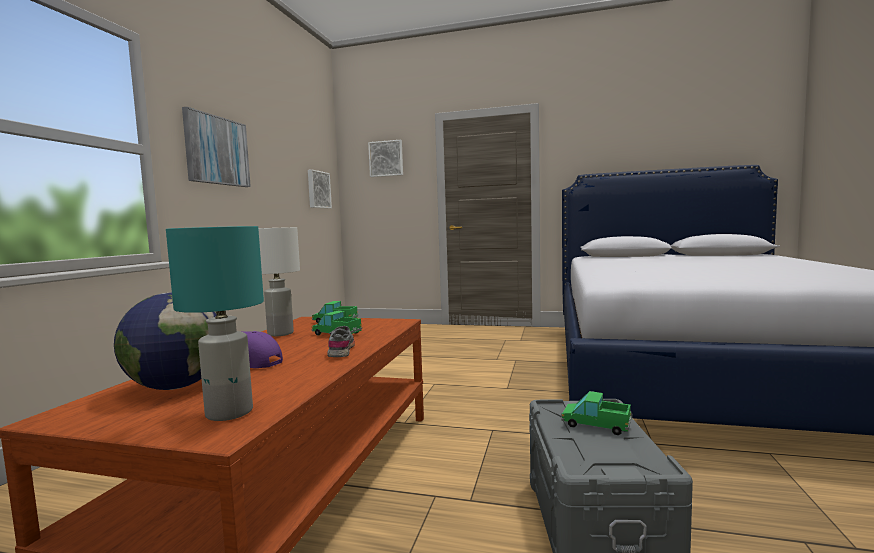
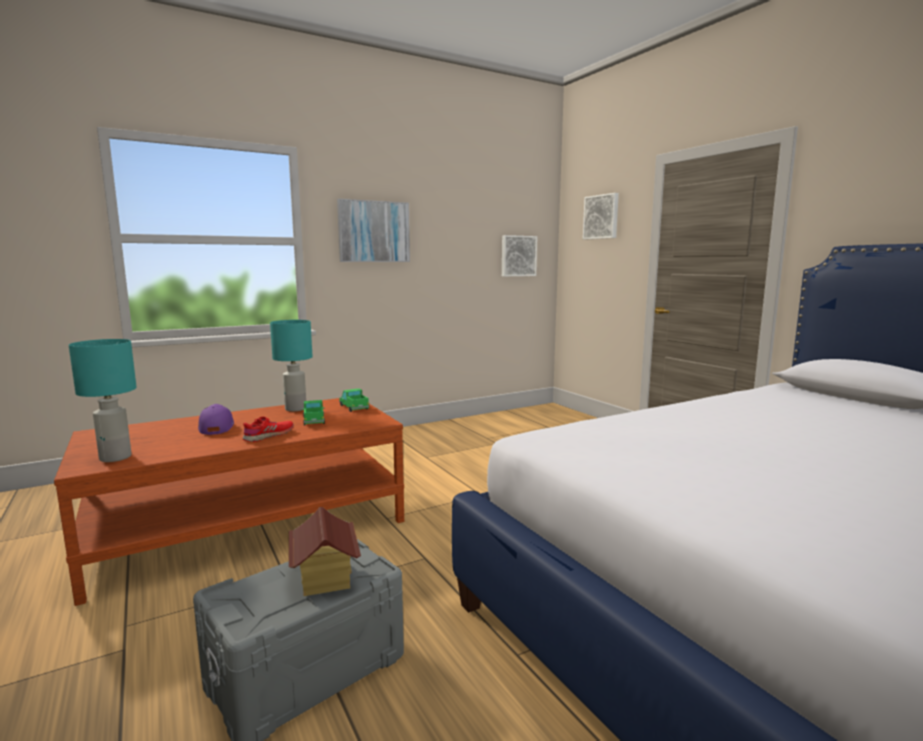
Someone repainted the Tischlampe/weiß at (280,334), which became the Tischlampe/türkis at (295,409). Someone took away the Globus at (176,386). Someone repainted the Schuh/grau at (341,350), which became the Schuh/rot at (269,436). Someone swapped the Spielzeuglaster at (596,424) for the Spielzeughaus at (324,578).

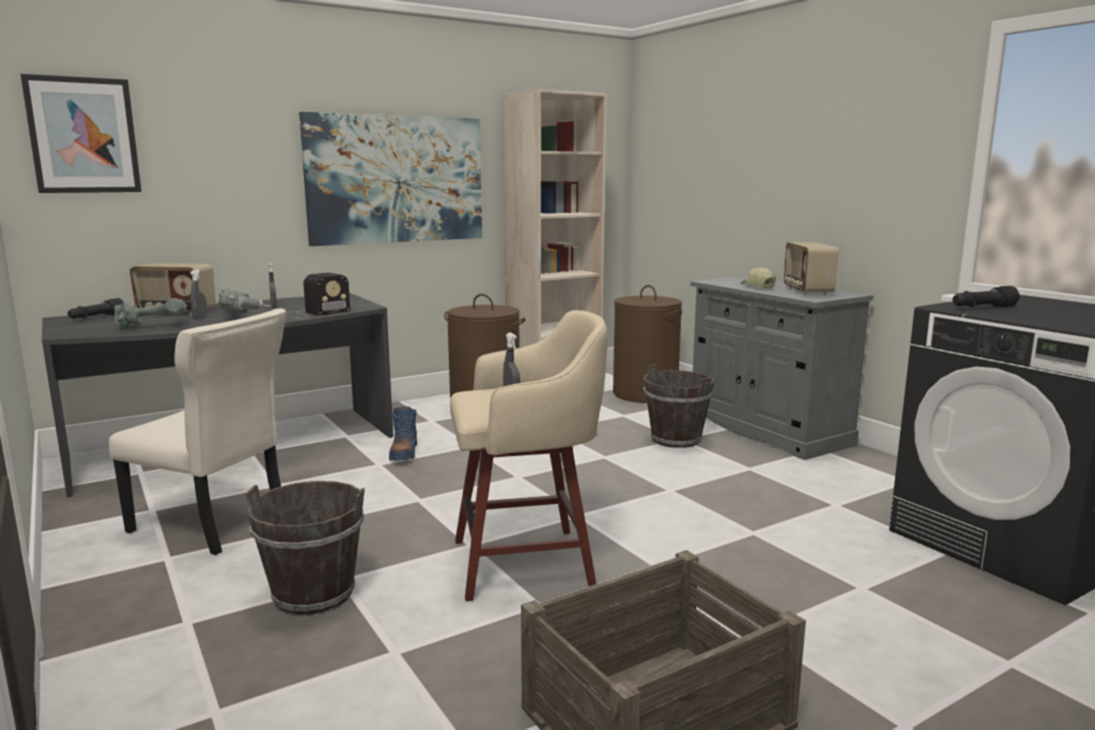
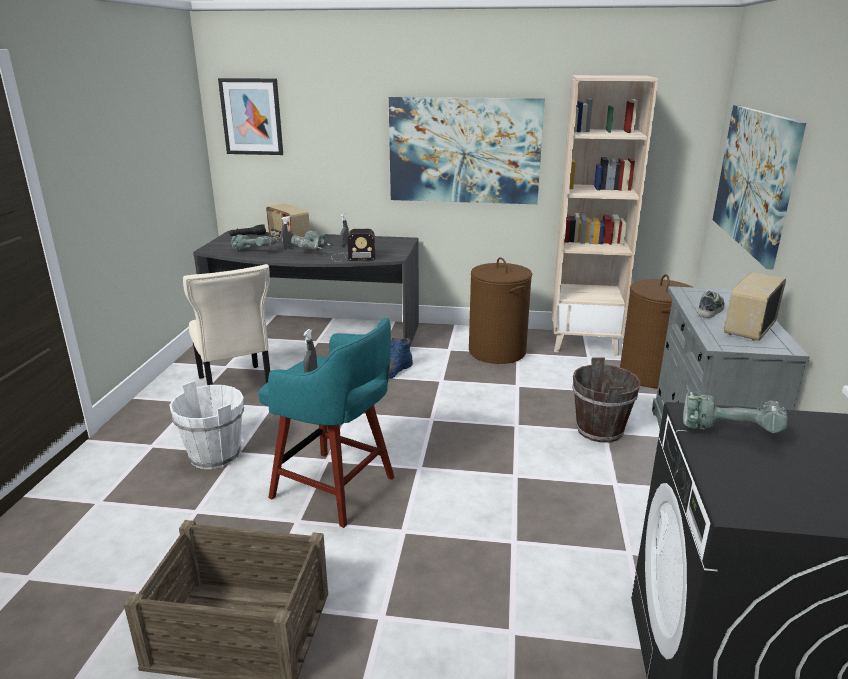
Someone swapped the Kappe at (757,287) for the Schuh at (710,310). Someone swapped the Taschenlampe/schwarz at (982,308) for the Bohrmaschine at (729,428). Someone repainted the Hocker/beige at (528,563), which became the Hocker/türkis at (336,489). Someone repainted the Eimer/braun at (314,594), which became the Eimer/weiß at (215,455). Someone put up the Bild at (754,179).

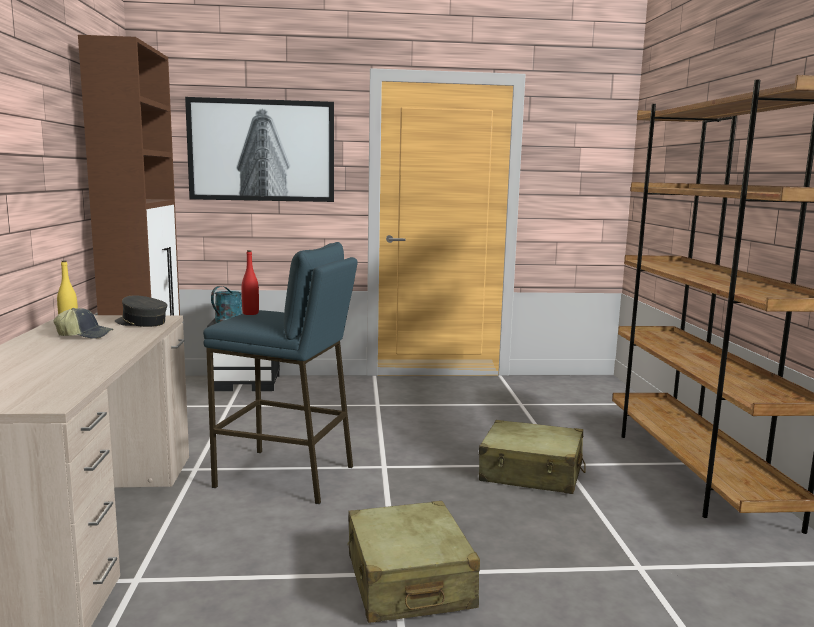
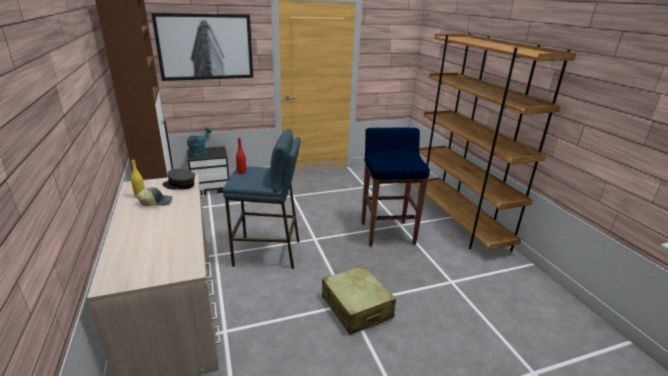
Someone swapped the Koffer/beige at (531,473) for the Hocker/blau at (387,233).

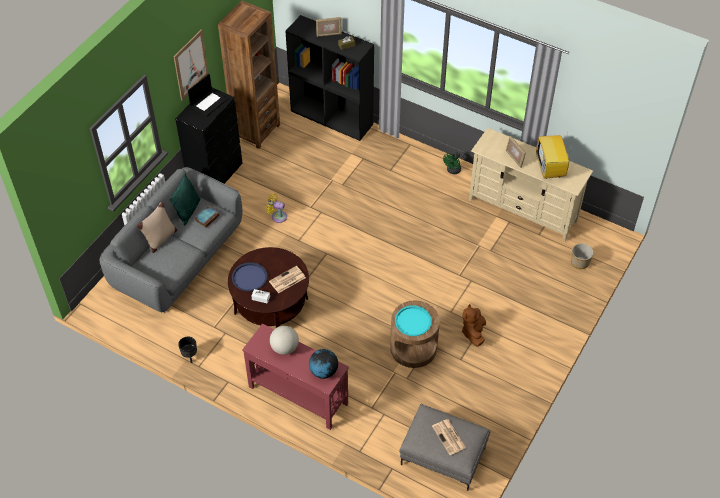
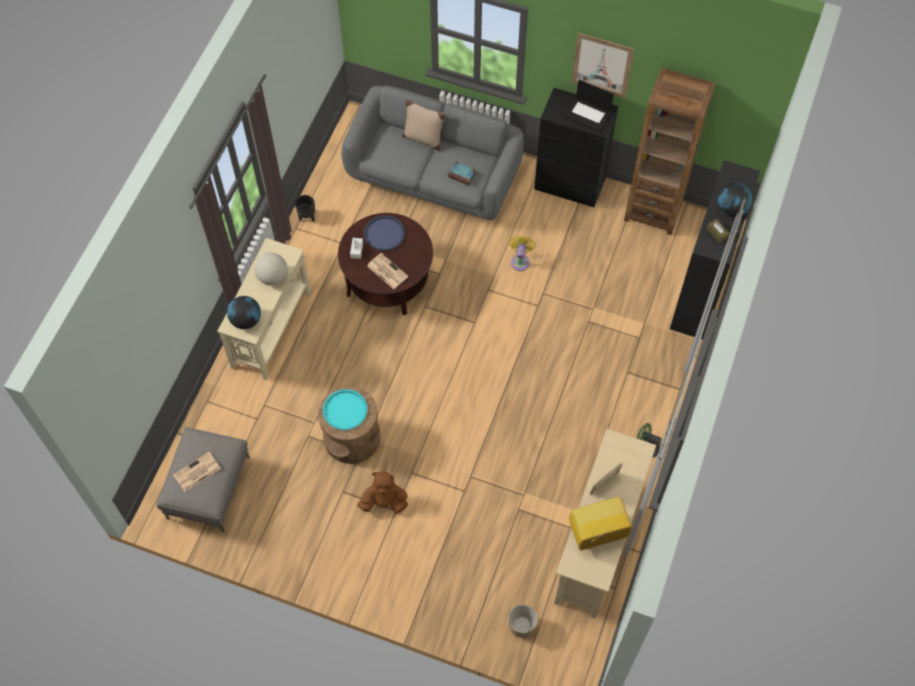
Someone swapped the Bilderrahmen at (329,34) for the Globus at (731,209). Someone took away the Kissen/grün at (188,211). Someone repainted the Konsolentisch/rot at (298,394), which became the Konsolentisch/beige at (272,328).

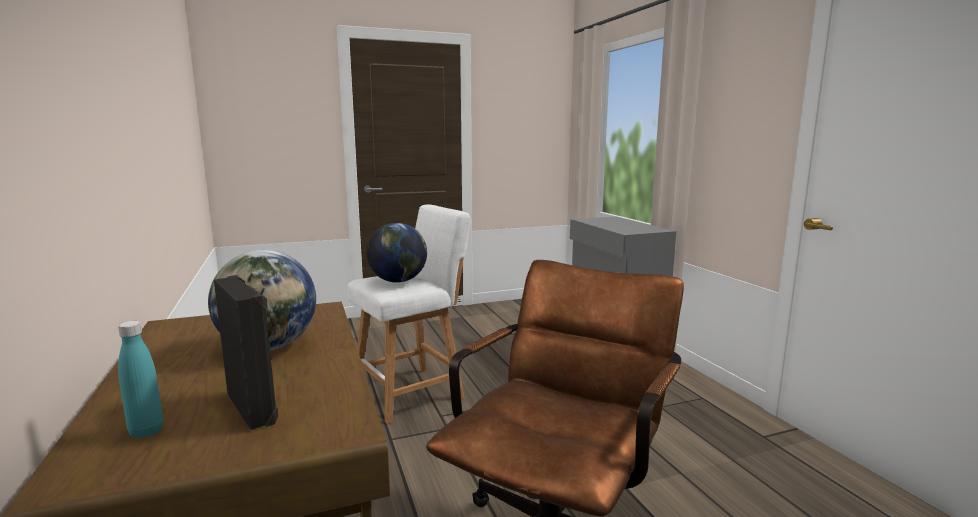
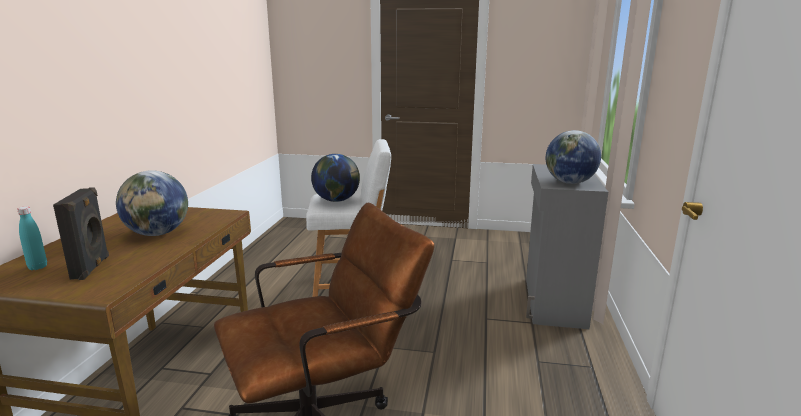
Someone put down the Globus at (569,182).

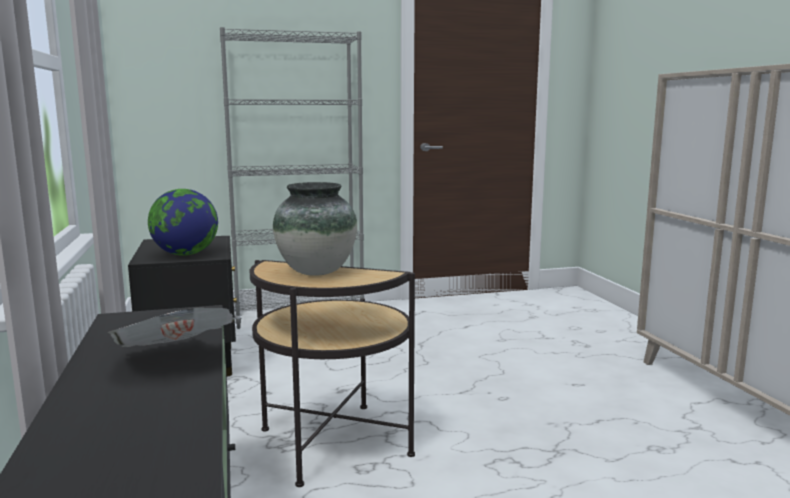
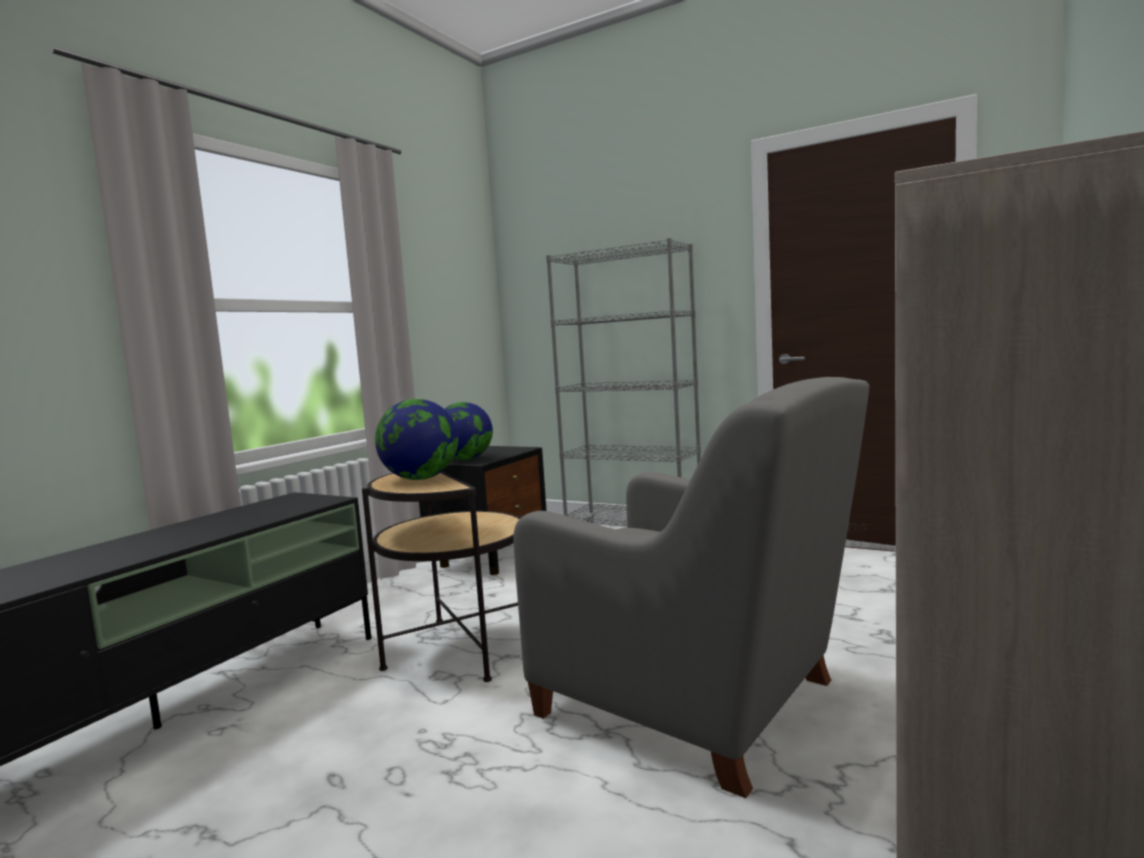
Someone swapped the Vase at (317,272) for the Globus at (420,479). Someone took away the Zeitung at (176,360). Someone put down the Sessel/grau at (697,702).

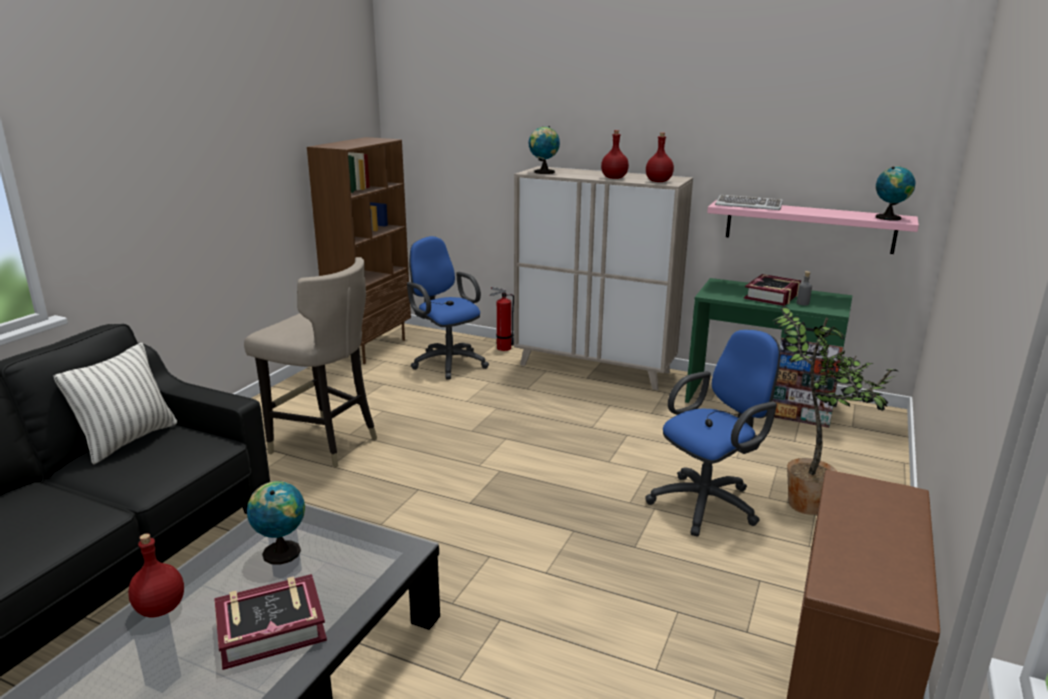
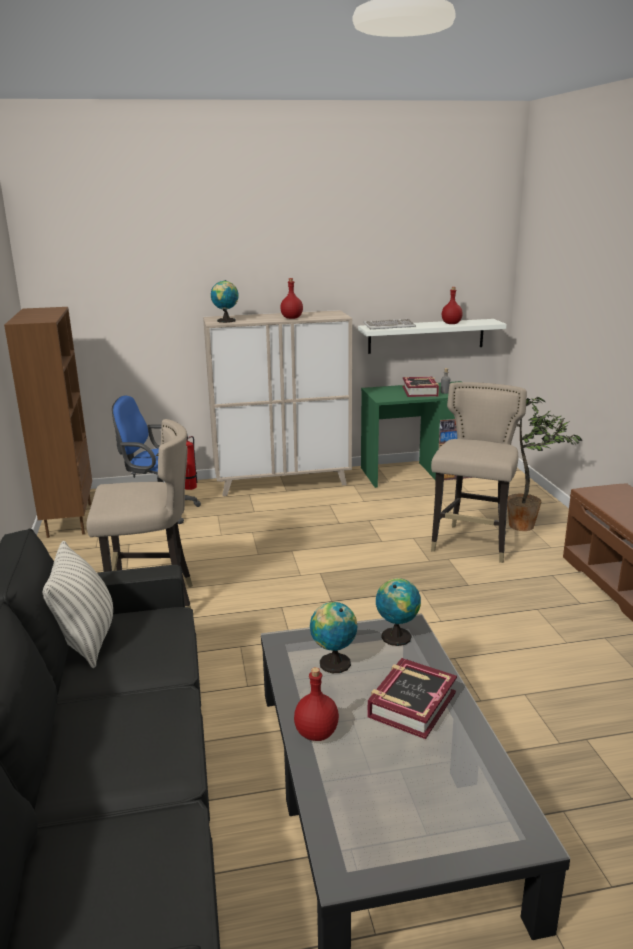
Someone carried the Flasche/rot from (659,181) to (451,323). Someone carried the Globus from (889,217) to (397,636). Someone repainted the Wandregal/rosa at (809,226), which became the Wandregal/weiß at (426,336). Someone swapped the Bürostuhl/blau at (709,503) for the Hocker/beige at (472,544).

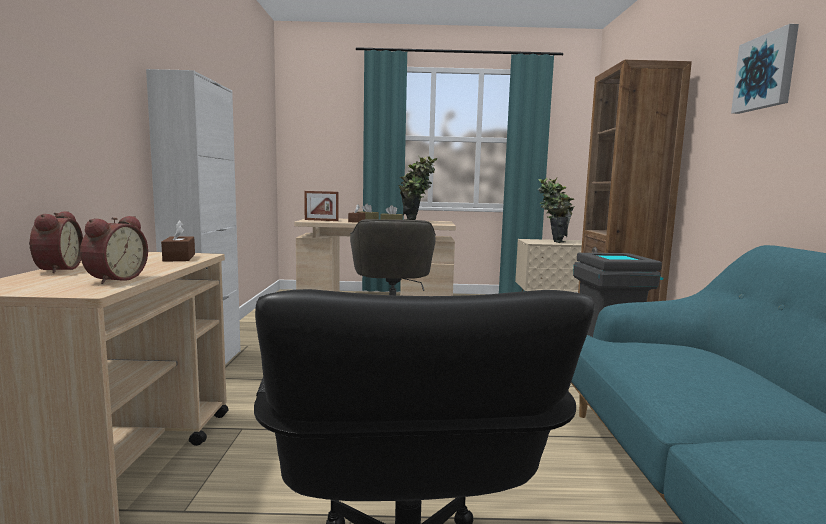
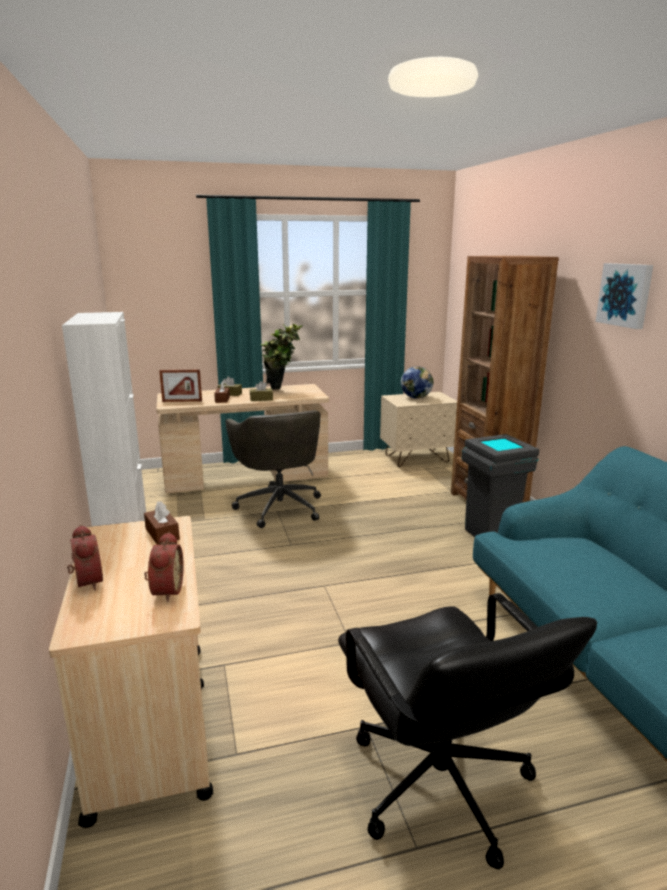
Someone swapped the Topfpflanze at (552,241) for the Globus at (416,398).

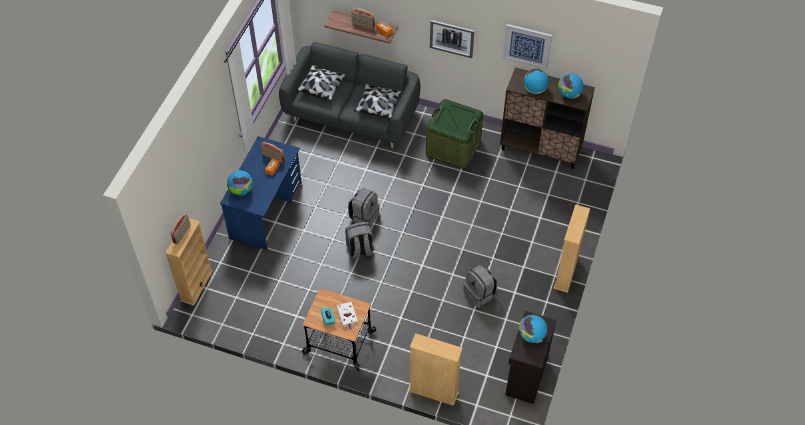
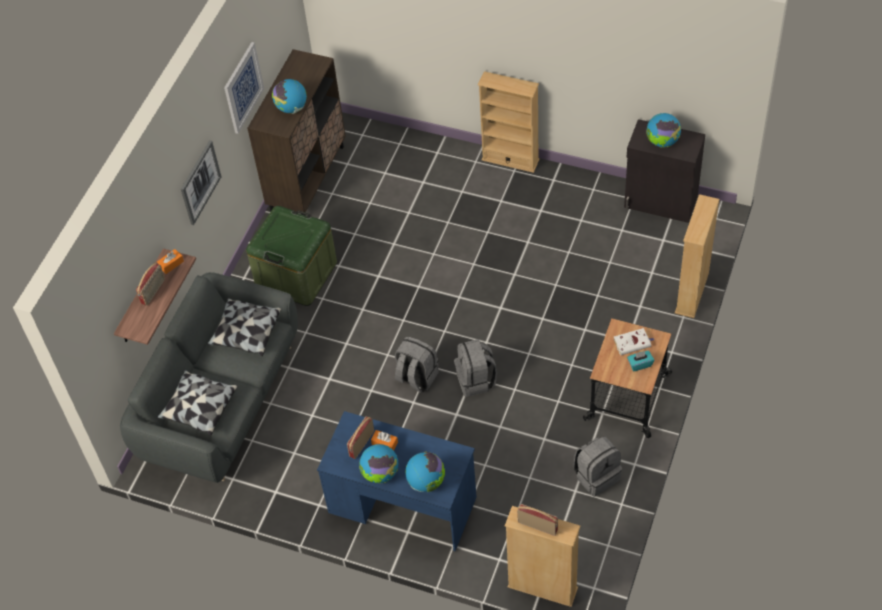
Someone carried the Globus from (569,94) to (380,473). Someone carried the Rucksack/grau from (480,294) to (596,476).

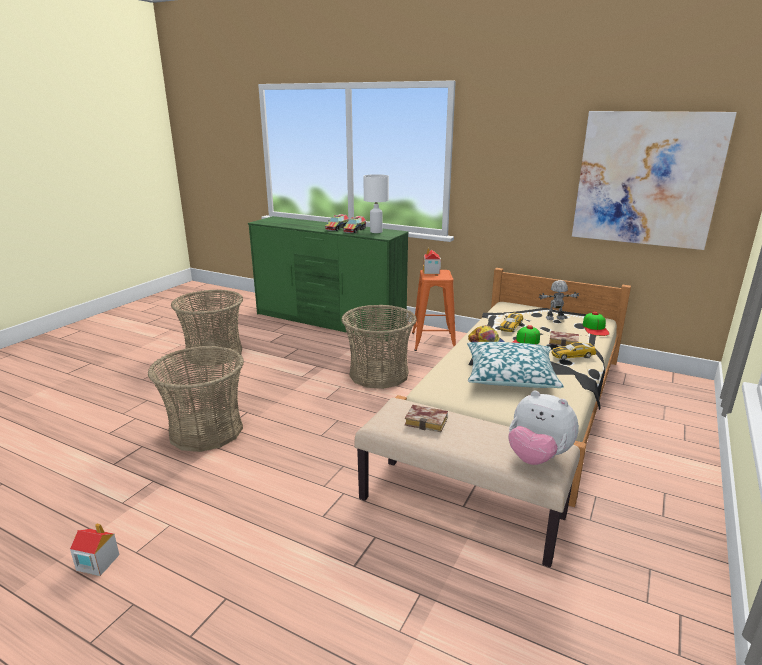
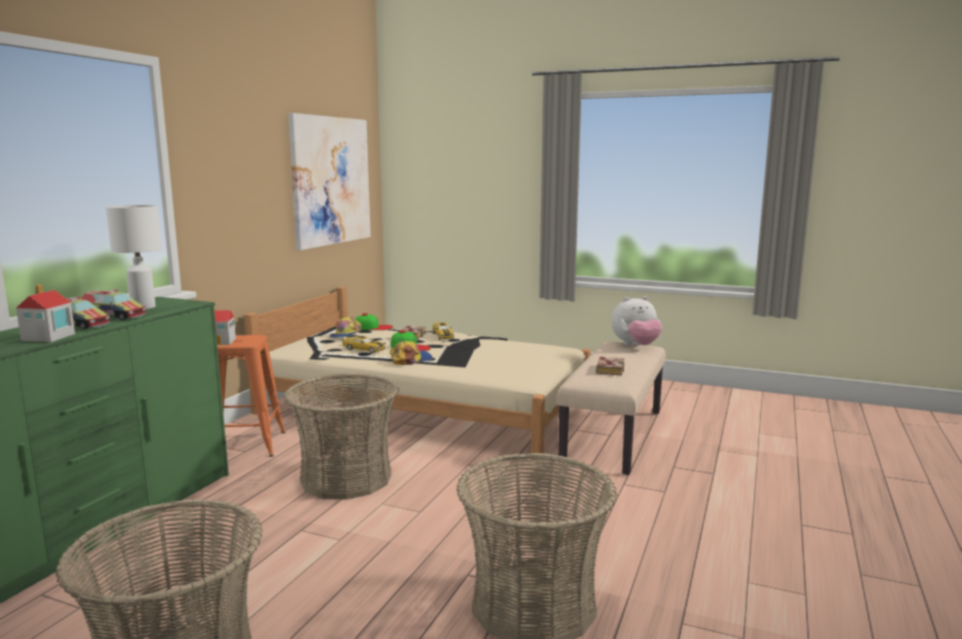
Someone swapped the Spielzeugroboter at (555,318) for the Kappe at (346,335). Someone took away the Kissen at (510,375). Someone rotated the Plüschtier at (537,457) by 45 degrees clockwise. Someone carried the Spielzeughaus from (97,562) to (48,337).

